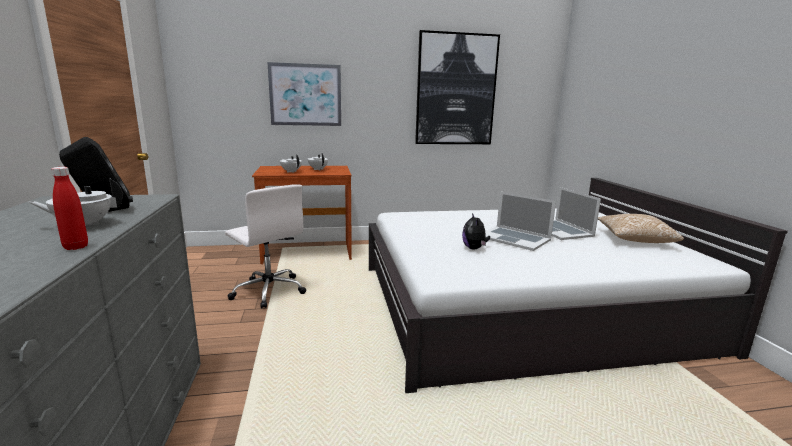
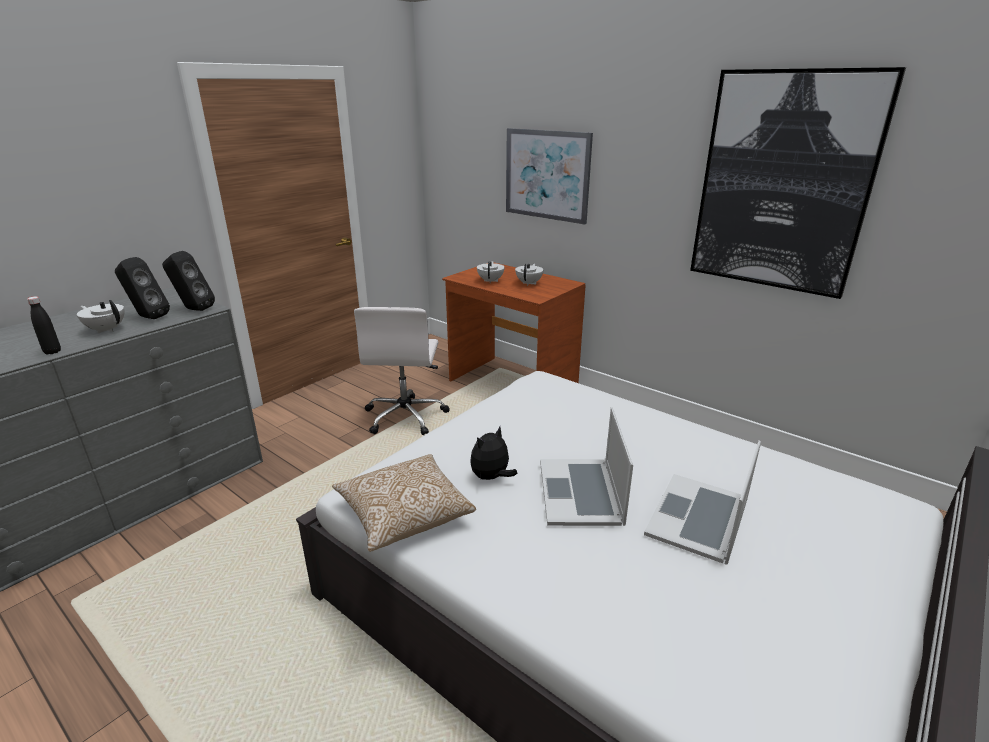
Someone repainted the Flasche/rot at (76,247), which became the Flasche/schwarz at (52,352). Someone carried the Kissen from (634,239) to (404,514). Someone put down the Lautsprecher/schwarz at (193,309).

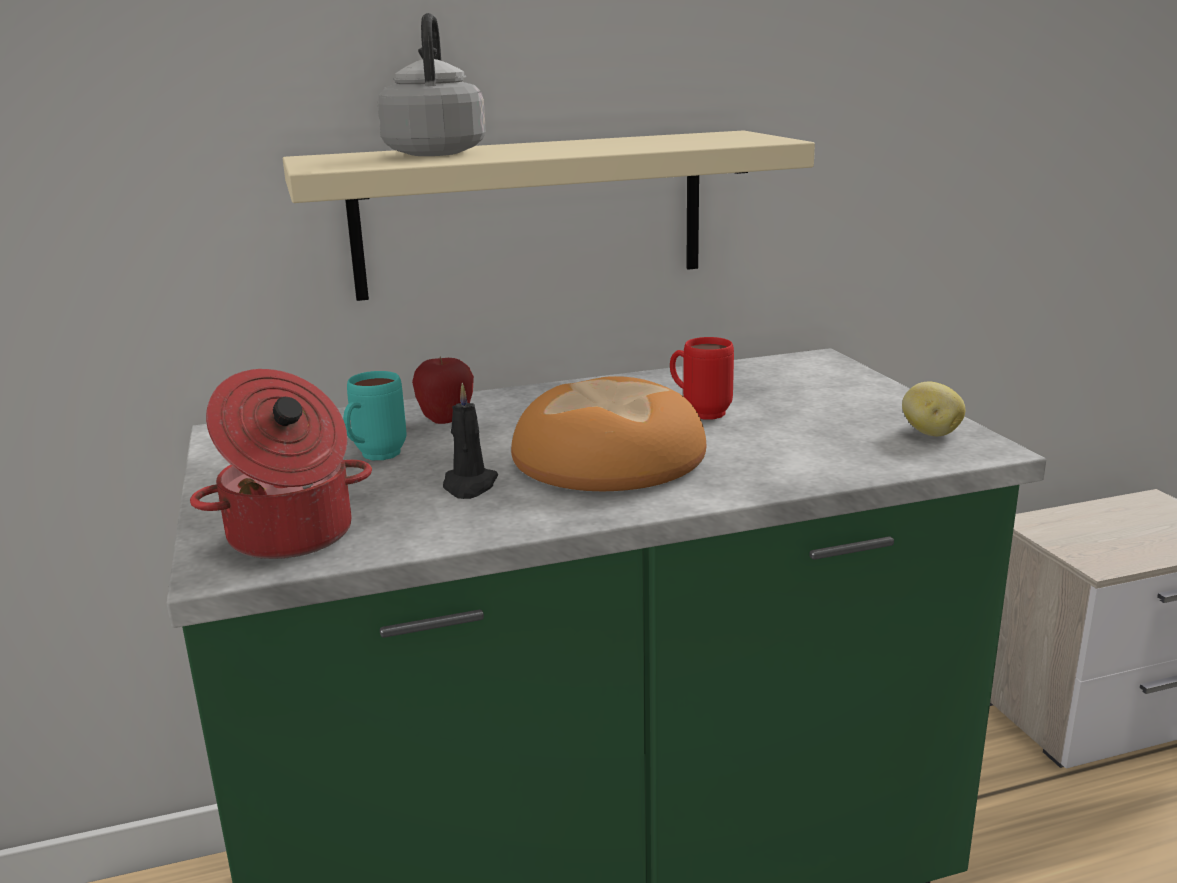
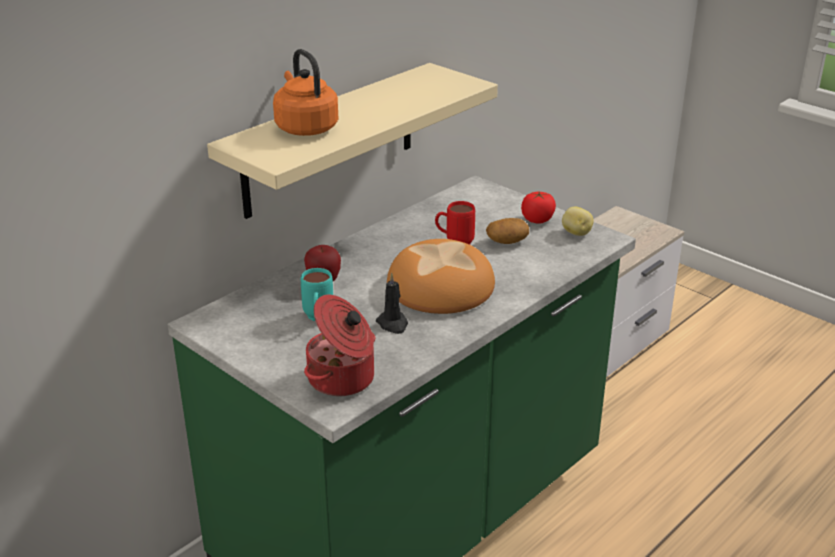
Someone repainted the Wasserkessel/grau at (435,153), which became the Wasserkessel/orange at (305,127). Someone put down the Tomate at (537,219). Someone put down the Kartoffel at (507,241).

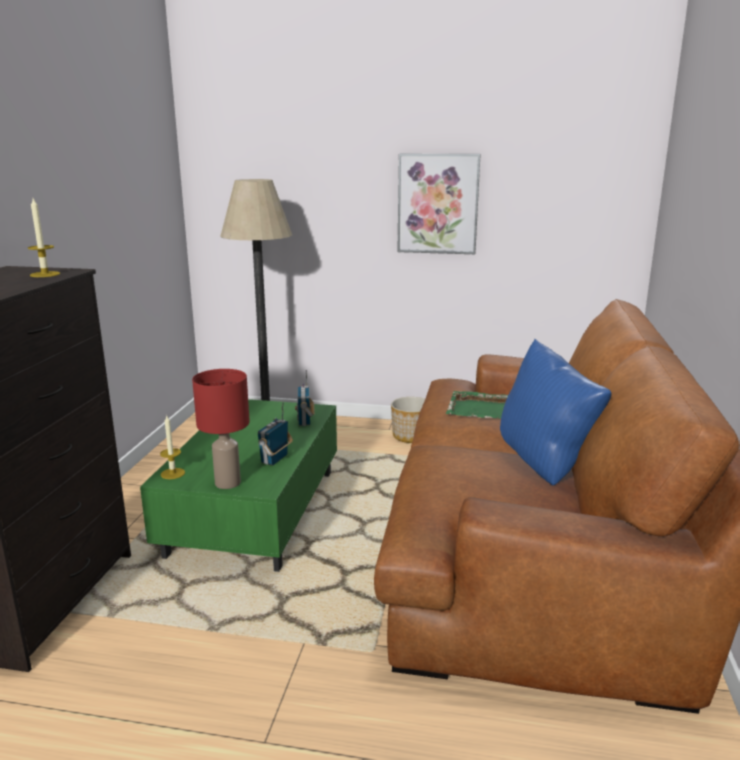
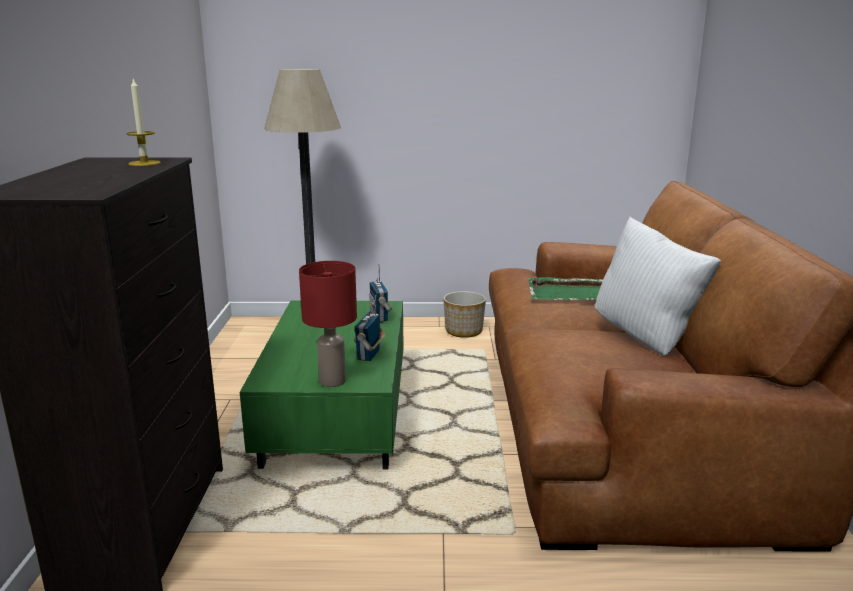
Someone took away the Bild at (438,204). Someone repainted the Kissen/blau at (545,464), which became the Kissen/weiß at (646,338). Someone took away the Kerze at (172,473).

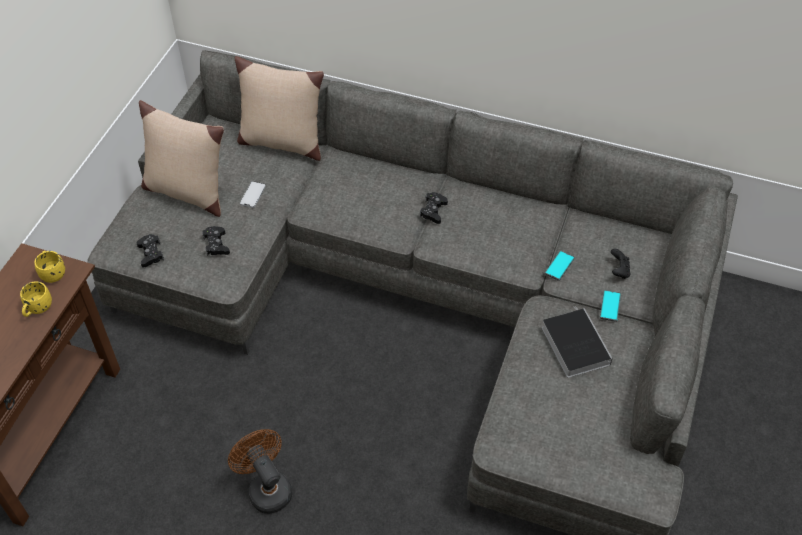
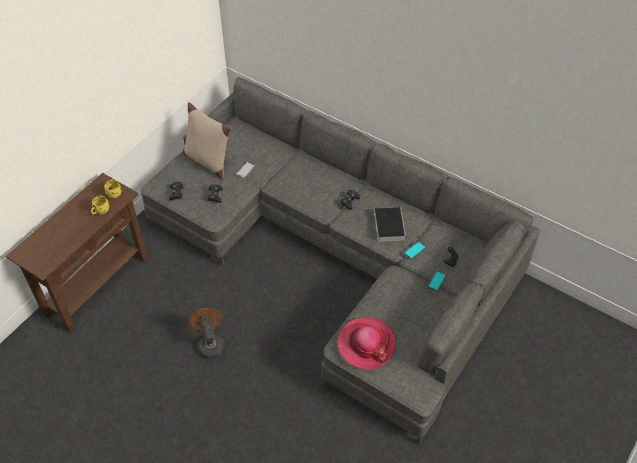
Someone took away the Kissen/beige at (281,142). Someone carried the Buch from (573,344) to (389,225). Someone put down the Hut at (366,344).

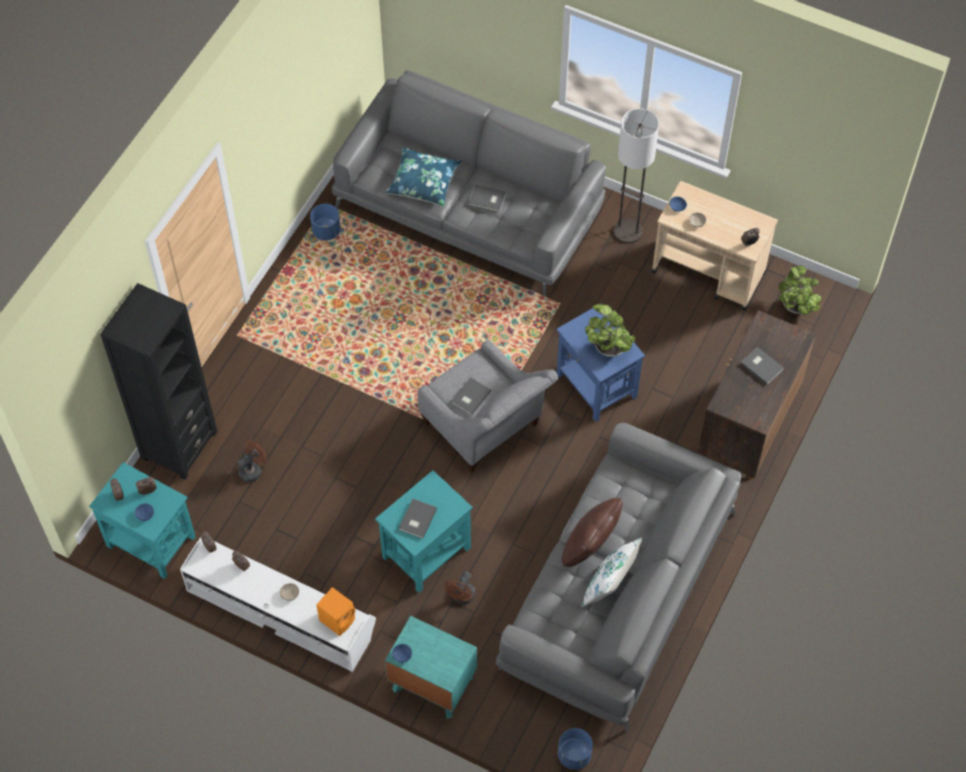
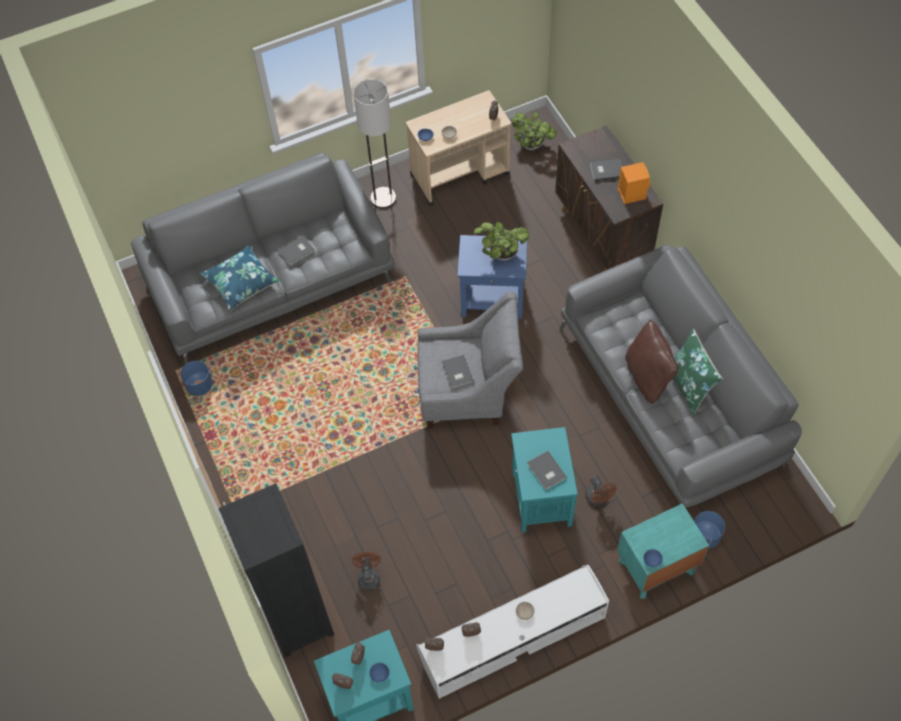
Someone repainted the Kissen/weiß at (609,586), which became the Kissen/grün at (689,385). Someone carried the Lautsprecher/orange from (338,619) to (631,193). Someone carried the Pflanzkübel/blau from (574,755) to (705,536).

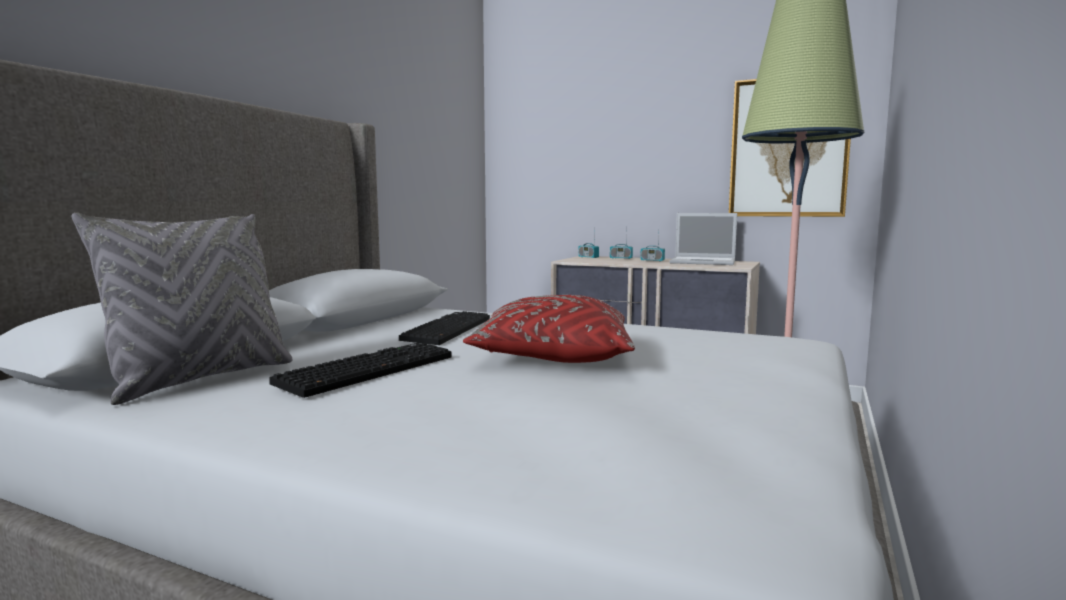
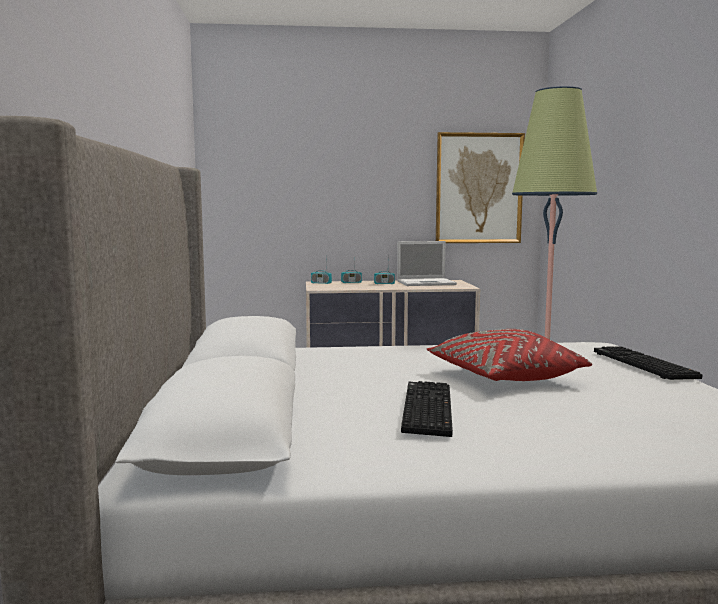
Someone took away the Kissen/grau at (201,379). Someone carried the Tastatur from (447,329) to (641,364).

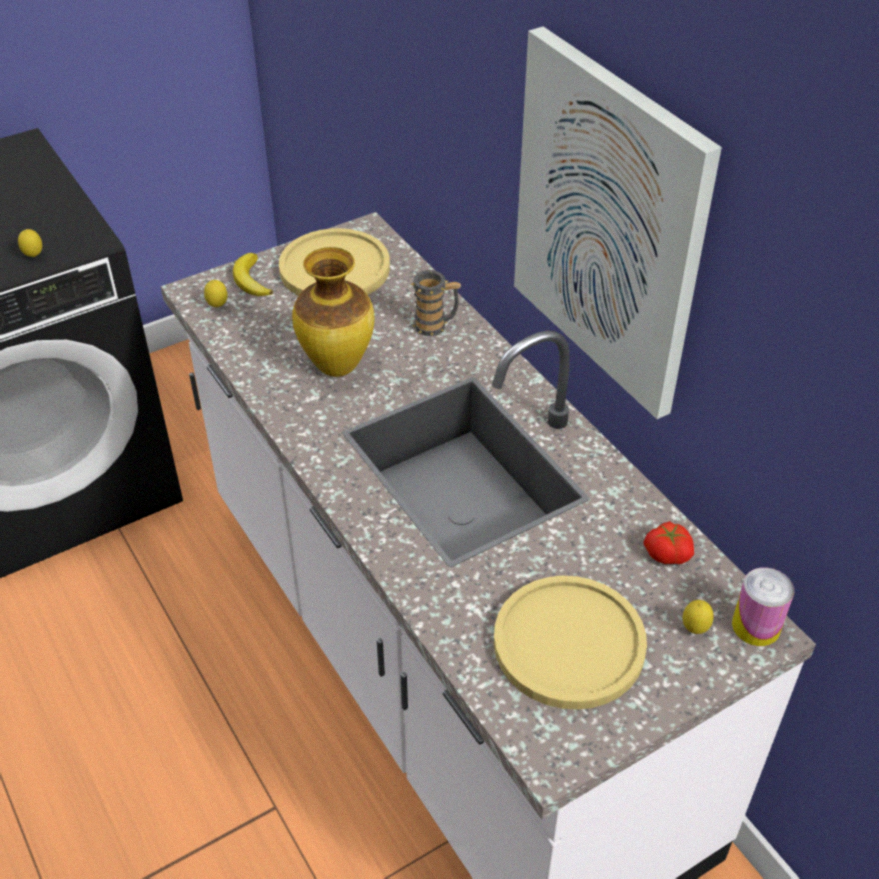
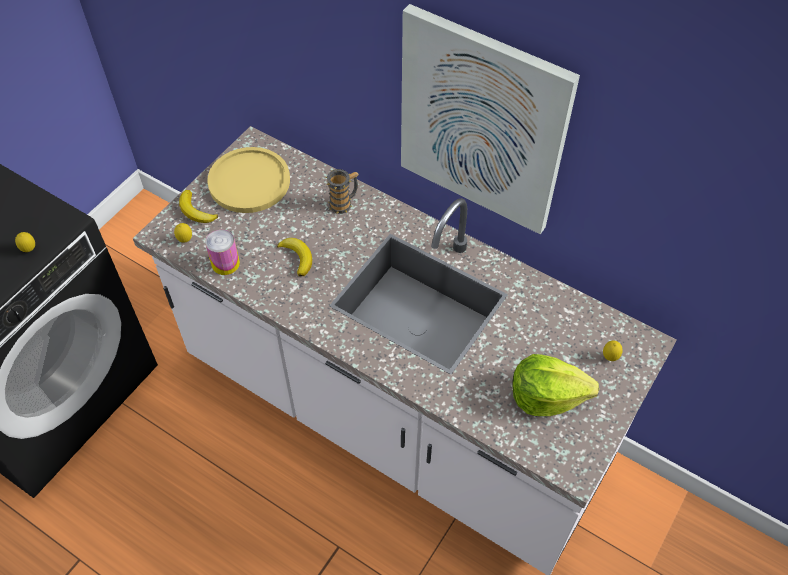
Someone swapped the Vase at (338,366) for the Banane at (297,257). Someone took away the Tomate at (667,552). Someone carried the Dose from (756,626) to (225,263). Someone swapped the Teller/gelb at (569,643) for the Salatkopf at (546,395).

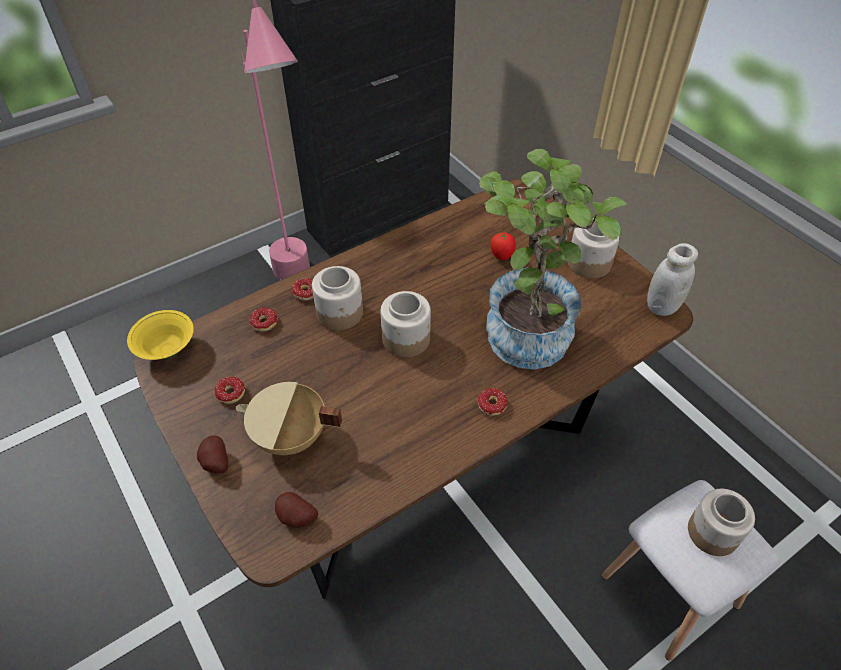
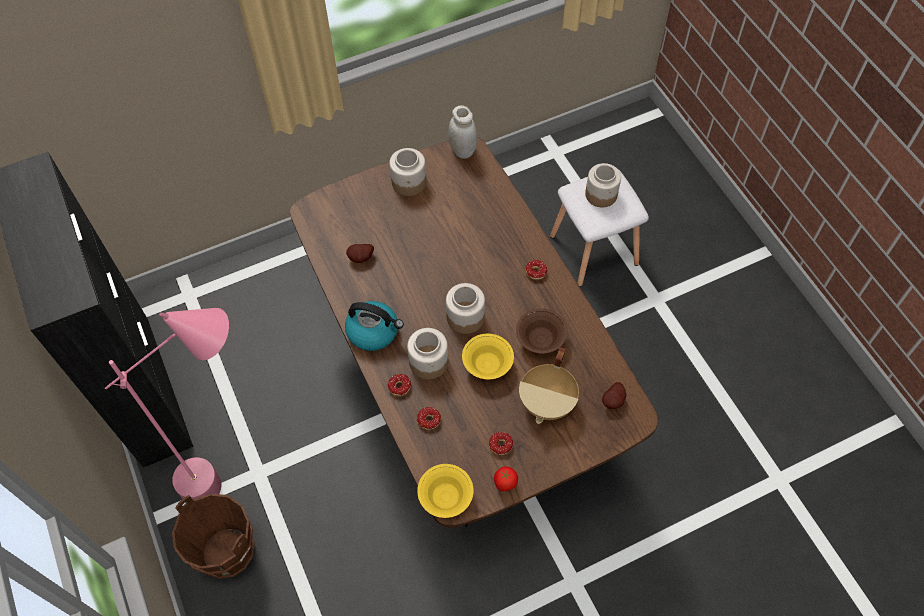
Someone took away the Topfpflanze at (528,327). Someone carried the Tomate from (502,256) to (505,483). Someone carried the Kartoffel from (215,463) to (361,259). Someone put down the Wasserkessel at (374,331). Someone put down the Schüssel/braun at (540,340). Someone put down the Schüssel/gelb at (487,365). Someone put down the Eimer/braun at (228,554).

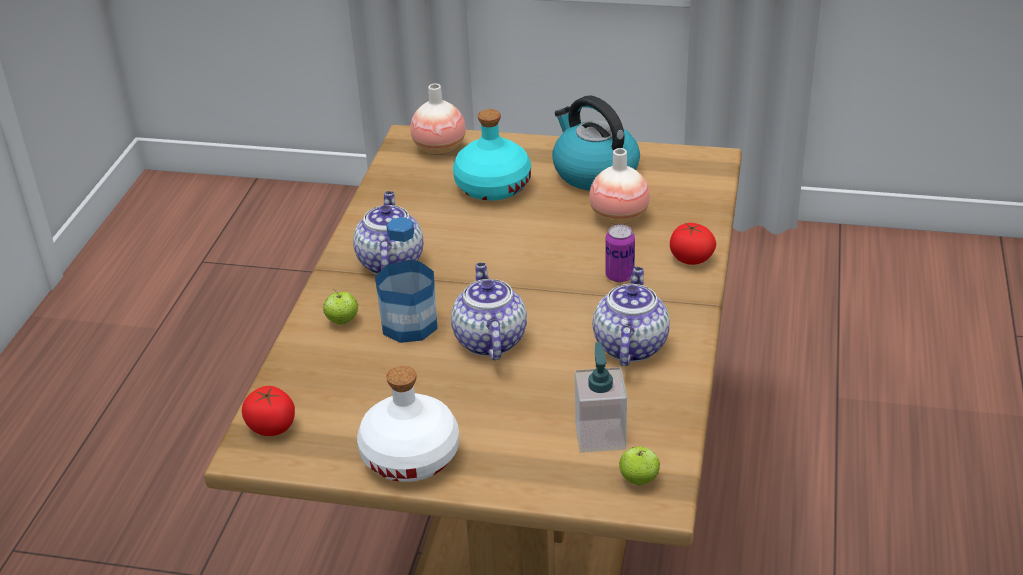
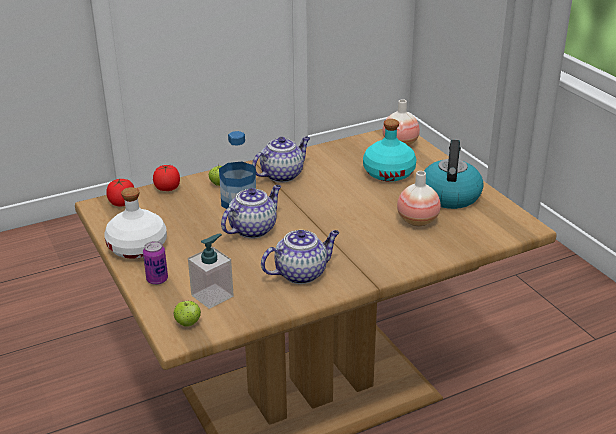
Someone carried the Tomate from (691,259) to (167,188). Someone carried the Dose from (619,276) to (157,280).

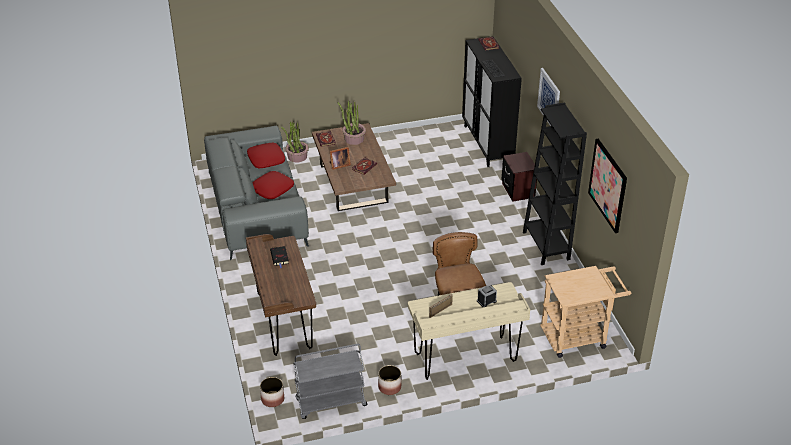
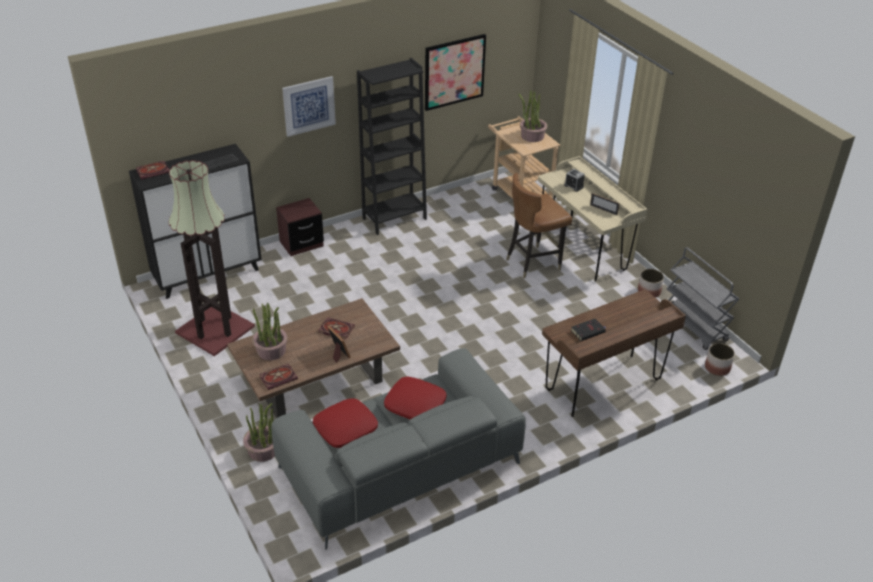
Someone put down the Topfpflanze at (532,136). Someone put down the Stehlampe at (213,330).

